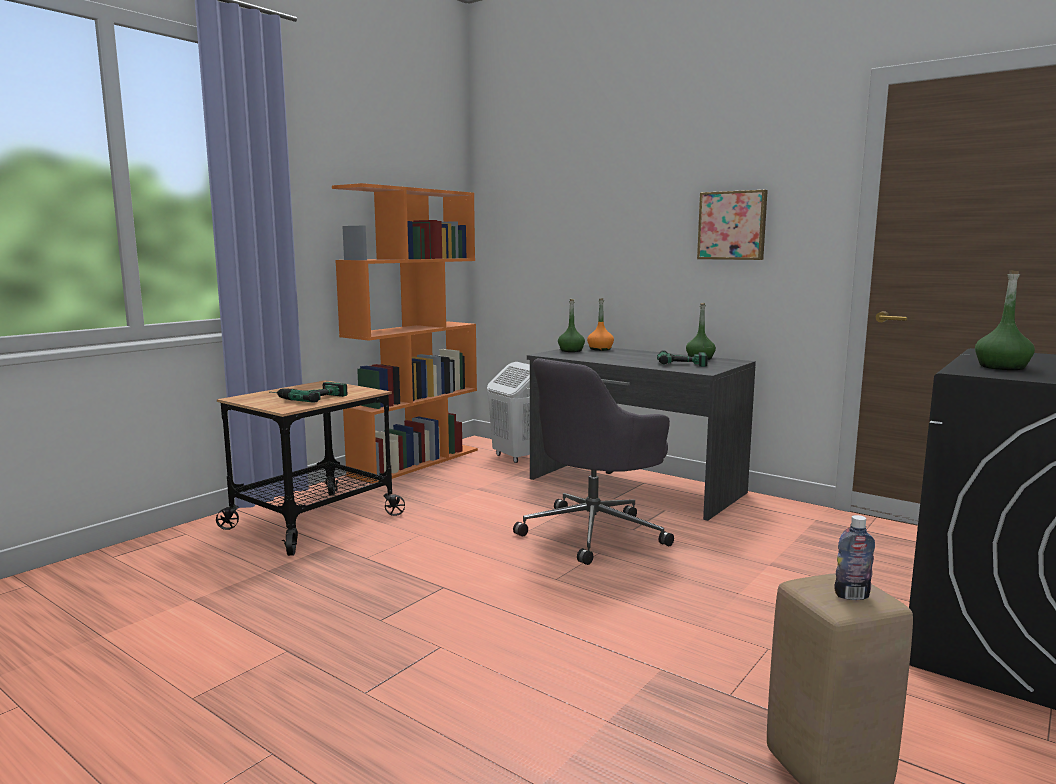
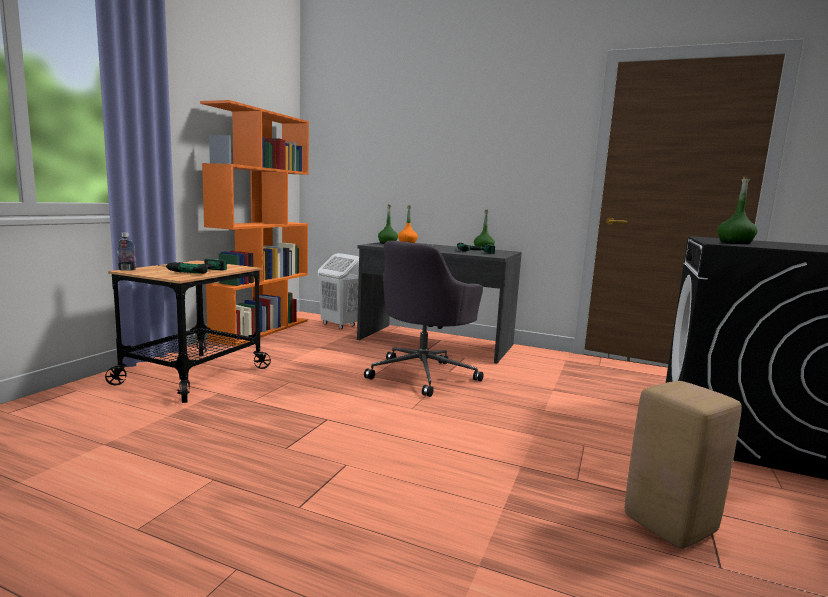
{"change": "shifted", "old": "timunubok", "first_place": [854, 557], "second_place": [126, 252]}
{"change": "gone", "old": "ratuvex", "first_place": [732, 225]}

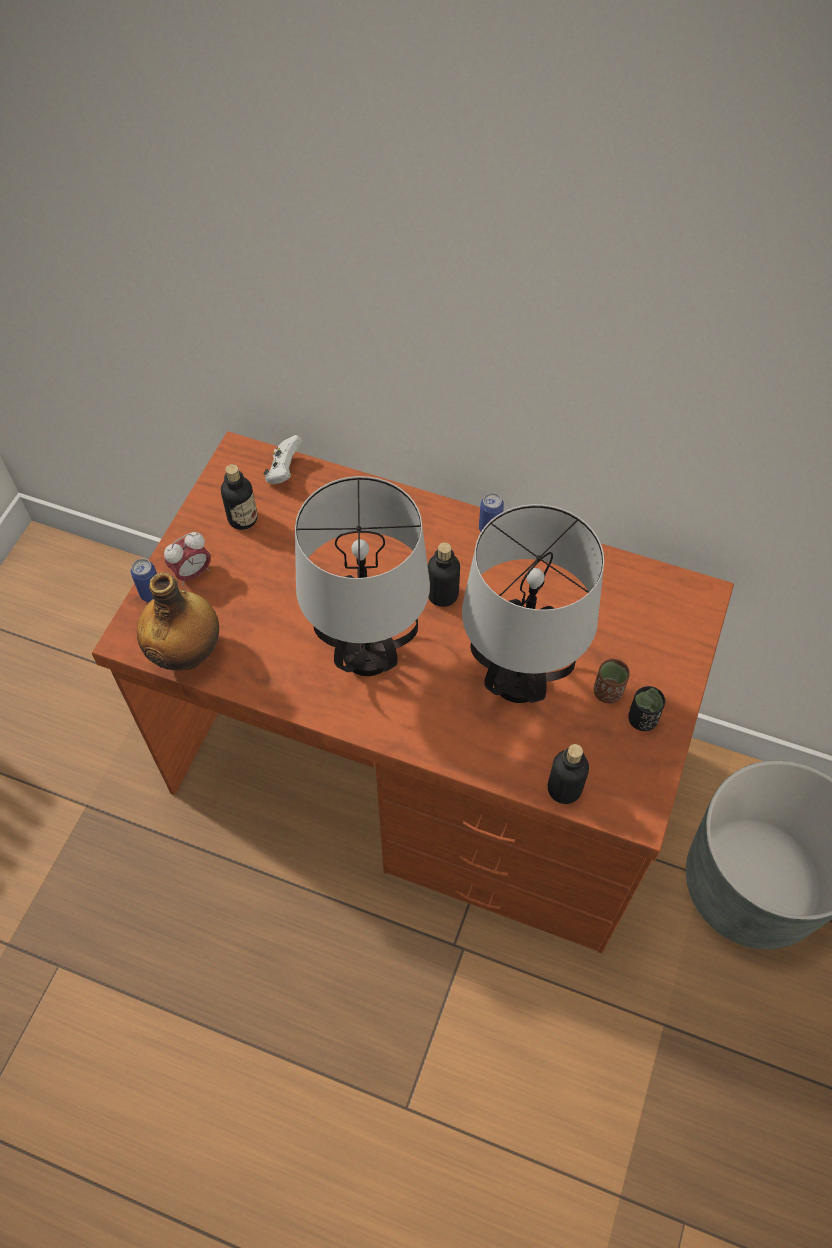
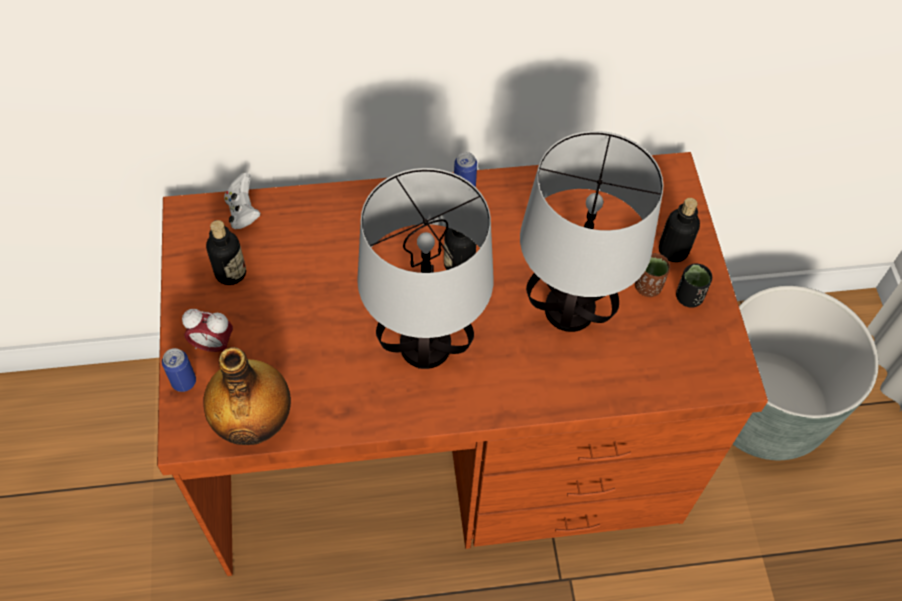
{"change": "rotated", "old": "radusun", "first_place": [187, 559], "second_place": [207, 330], "degrees": 75}
{"change": "shifted", "old": "timunubok", "first_place": [568, 774], "second_place": [679, 230]}

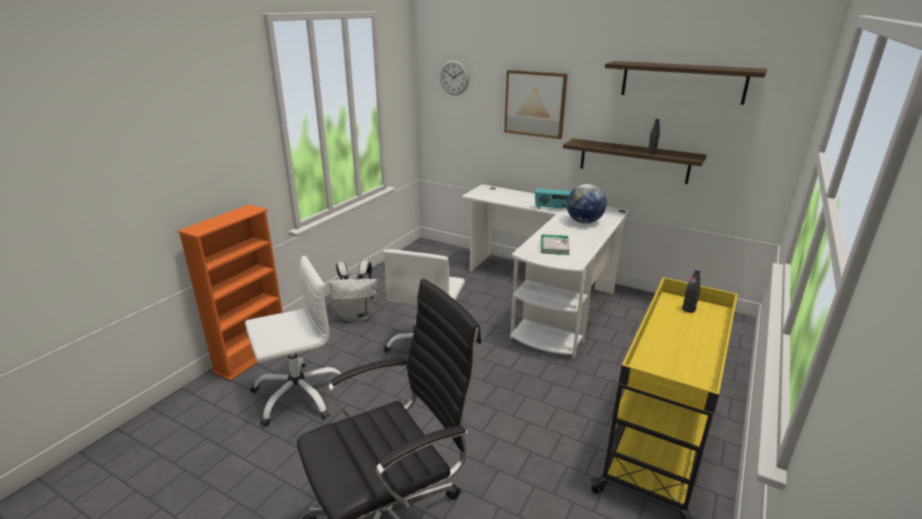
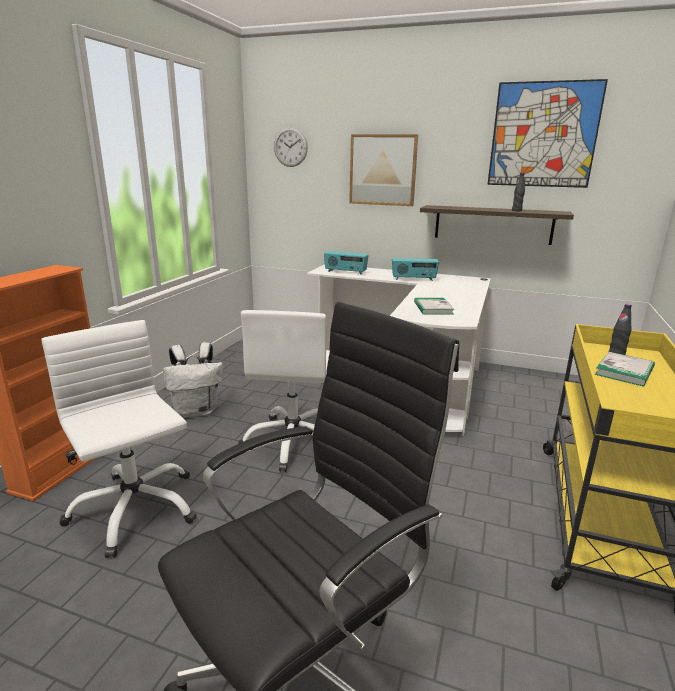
{"change": "rotated", "old": "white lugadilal", "first_place": [295, 341], "second_place": [119, 439], "degrees": -90}
{"change": "new", "new": "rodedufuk", "second_place": [346, 263]}
{"change": "swapped", "old": "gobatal", "new": "ratuvex", "first_place": [686, 83], "second_place": [547, 133]}
{"change": "new", "new": "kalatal", "second_place": [625, 369]}
{"change": "gone", "old": "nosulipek", "first_place": [586, 204]}

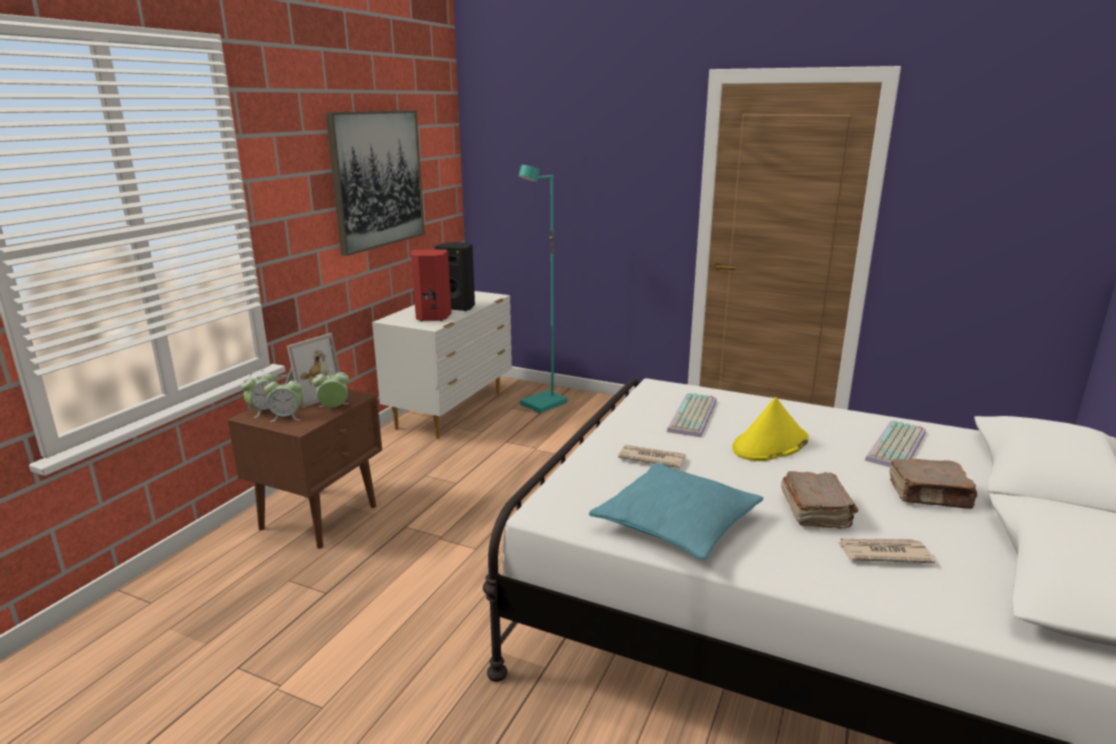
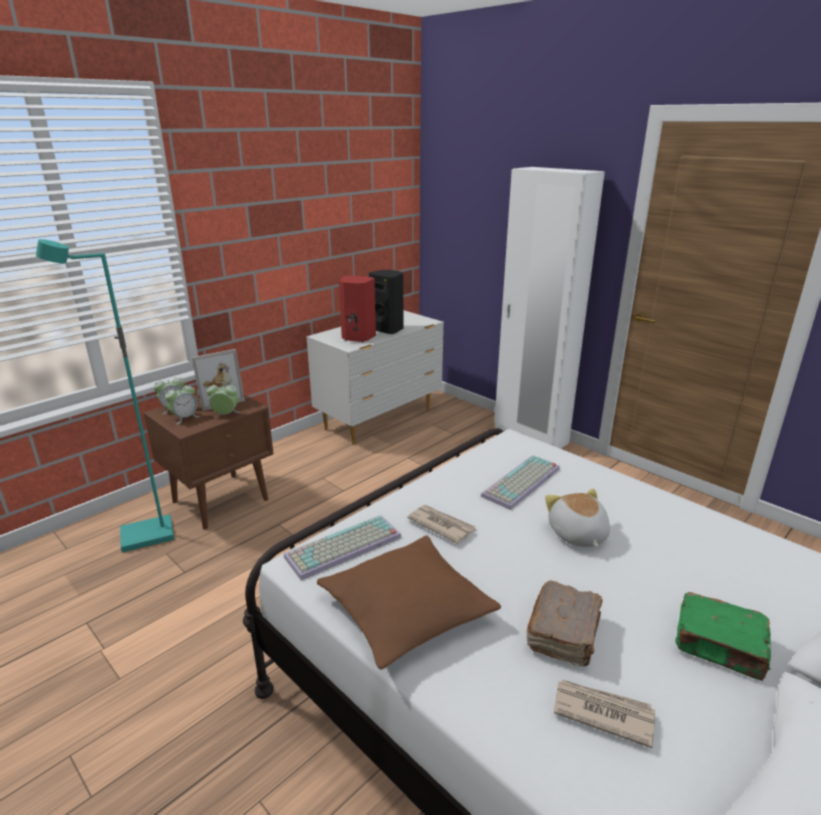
{"change": "shifted", "old": "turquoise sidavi", "first_place": [543, 289], "second_place": [105, 395]}
{"change": "rotated", "old": "radusun", "first_place": [283, 399], "second_place": [182, 403], "degrees": -60}
{"change": "shifted", "old": "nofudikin", "first_place": [895, 443], "second_place": [343, 547]}
{"change": "repainted", "old": "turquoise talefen", "new": "brown talefen", "first_place": [676, 511], "second_place": [409, 603]}
{"change": "new", "new": "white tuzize", "second_place": [549, 308]}
{"change": "swapped", "old": "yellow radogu", "new": "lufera", "first_place": [770, 429], "second_place": [577, 518]}
{"change": "repainted", "old": "brown kalatal", "new": "green kalatal", "first_place": [933, 484], "second_place": [723, 636]}
{"change": "gone", "old": "ratuvex", "first_place": [375, 183]}

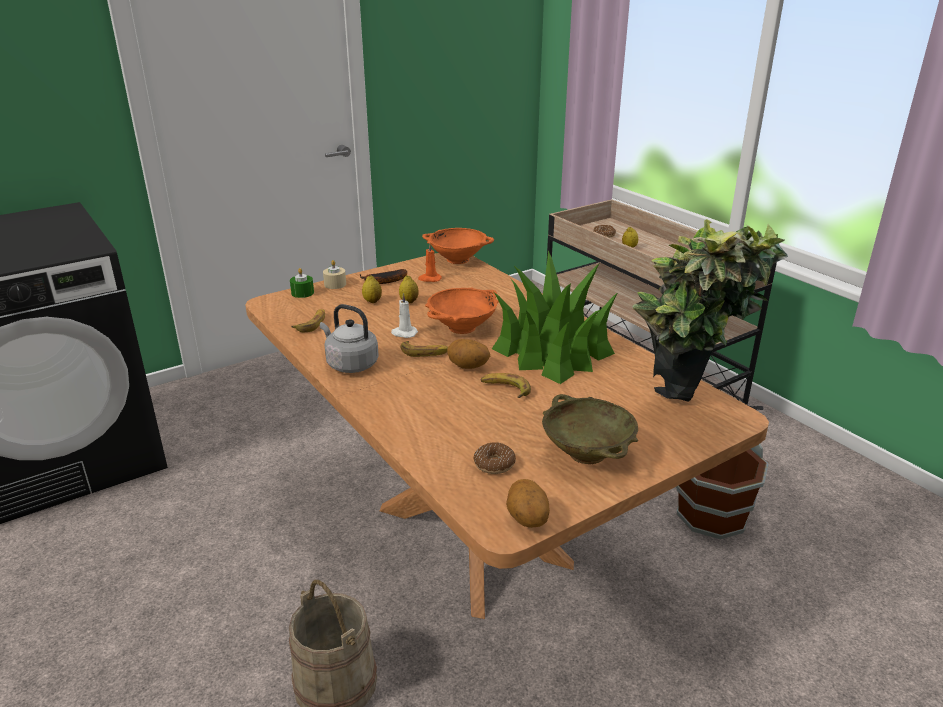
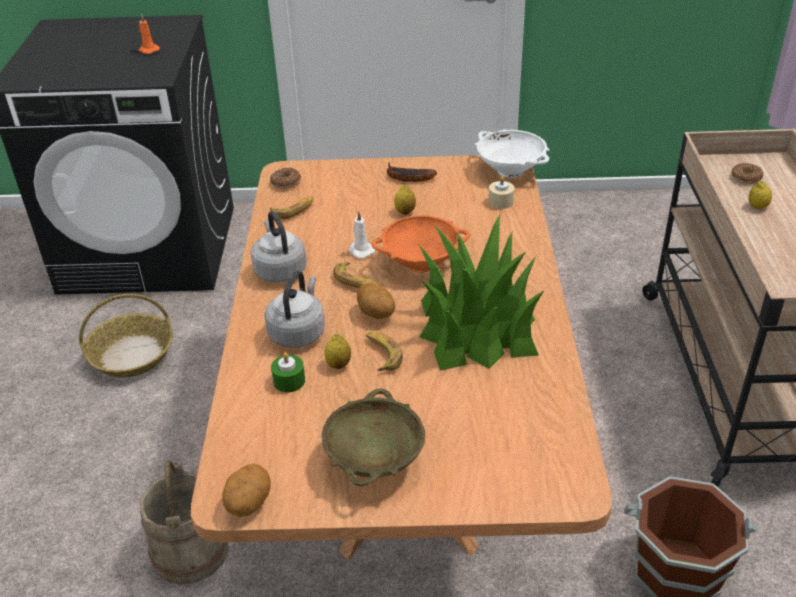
{"change": "new", "new": "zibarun", "second_place": [126, 336]}
{"change": "shifted", "old": "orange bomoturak", "first_place": [430, 262], "second_place": [149, 34]}
{"change": "new", "new": "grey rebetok", "second_place": [294, 309]}
{"change": "shifted", "old": "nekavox", "first_place": [494, 458], "second_place": [285, 178]}
{"change": "shifted", "old": "green bomoturak", "first_place": [302, 283], "second_place": [288, 372]}
{"change": "shifted", "old": "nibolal", "first_place": [372, 289], "second_place": [337, 351]}
{"change": "repainted", "old": "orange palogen", "new": "white palogen", "first_place": [458, 246], "second_place": [512, 153]}
{"change": "shifted", "old": "beige bomoturak", "first_place": [334, 274], "second_place": [501, 192]}
{"change": "gone", "old": "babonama", "first_place": [710, 310]}

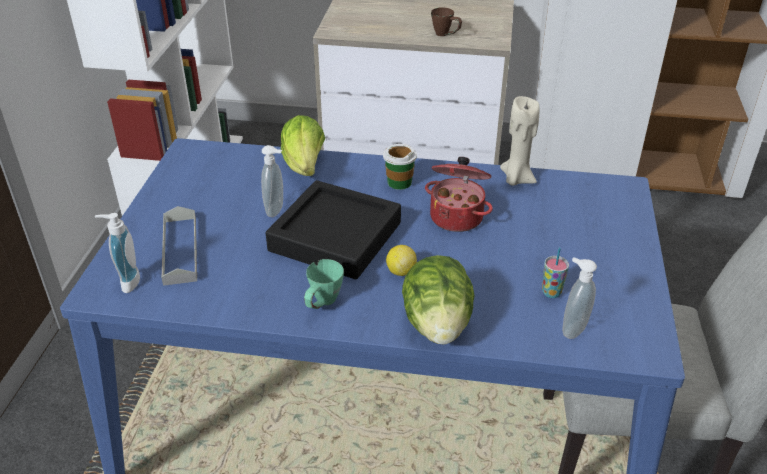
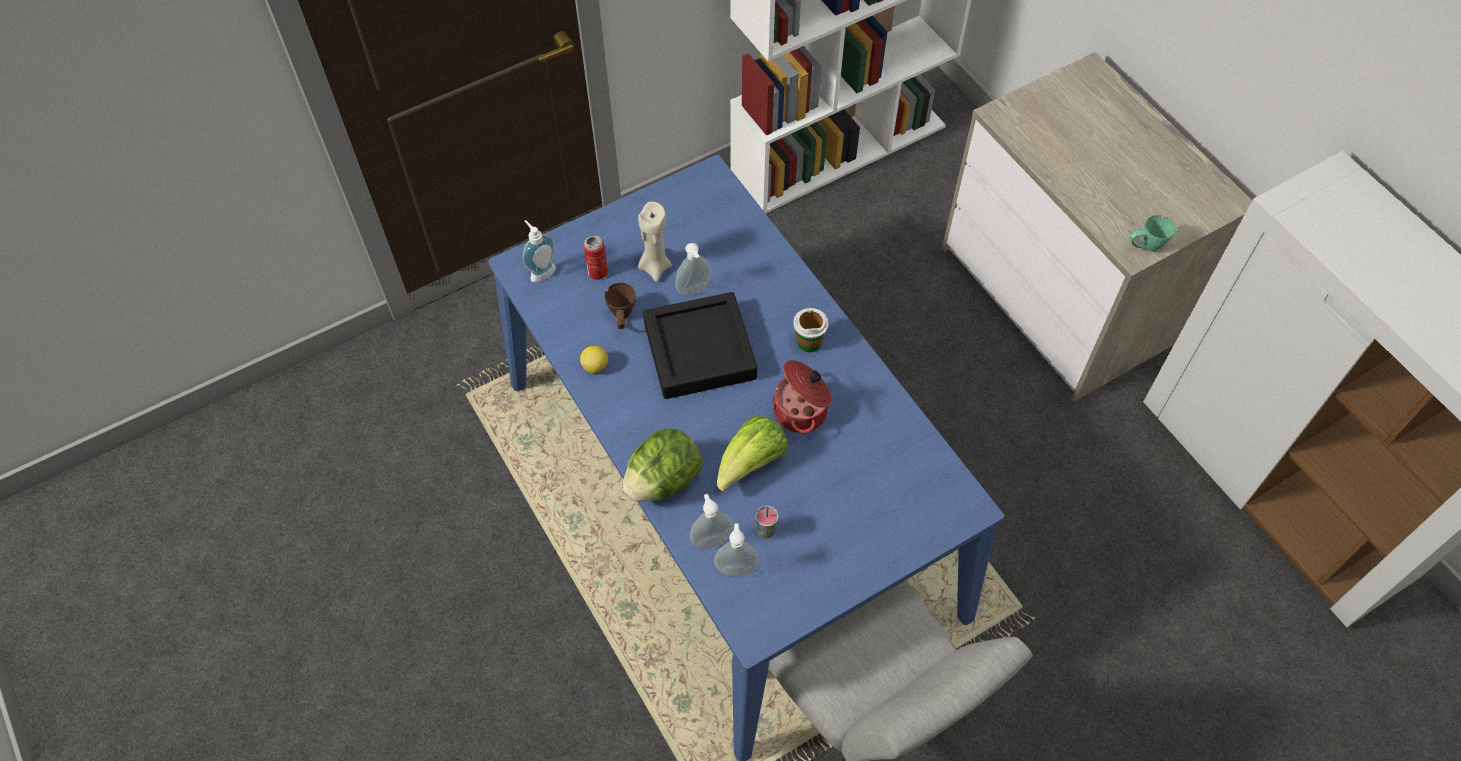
{"change": "shifted", "old": "nibolal", "first_place": [401, 260], "second_place": [594, 359]}
{"change": "swapped", "old": "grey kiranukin", "new": "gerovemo", "first_place": [179, 246], "second_place": [595, 257]}
{"change": "shifted", "old": "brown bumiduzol", "first_place": [446, 21], "second_place": [620, 306]}
{"change": "shifted", "old": "beige bomoturak", "first_place": [520, 141], "second_place": [655, 241]}
{"change": "new", "new": "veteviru", "second_place": [711, 521]}
{"change": "shifted", "old": "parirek", "first_place": [303, 145], "second_place": [752, 453]}
{"change": "shifted", "old": "green bumiduzol", "first_place": [324, 284], "second_place": [1152, 233]}

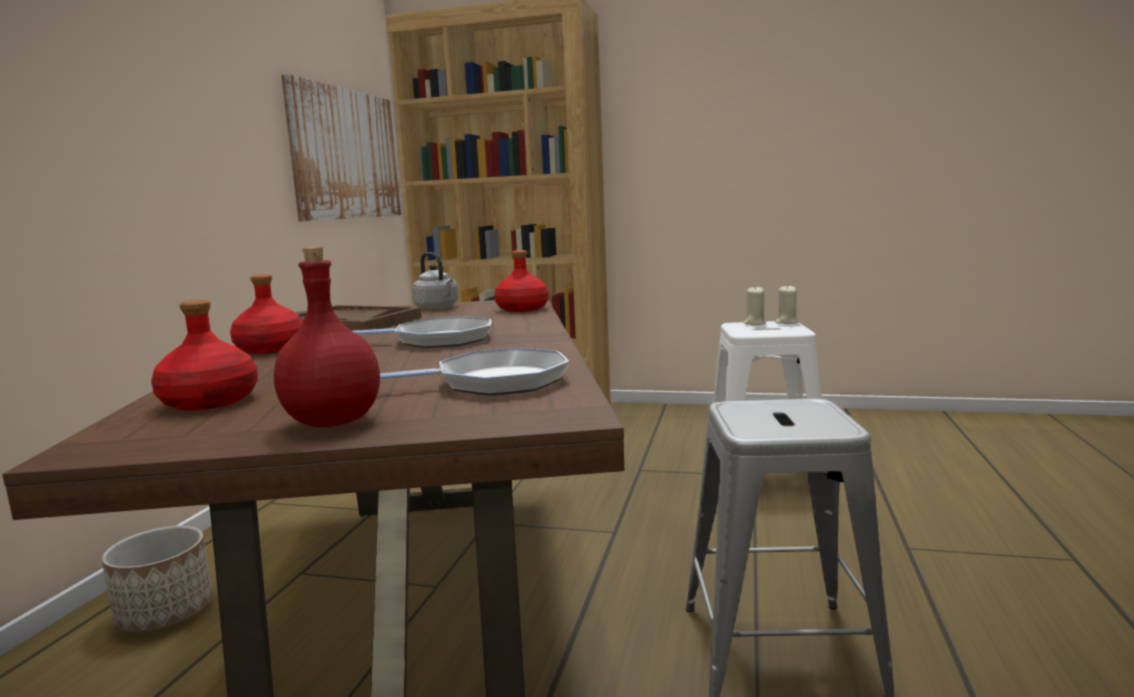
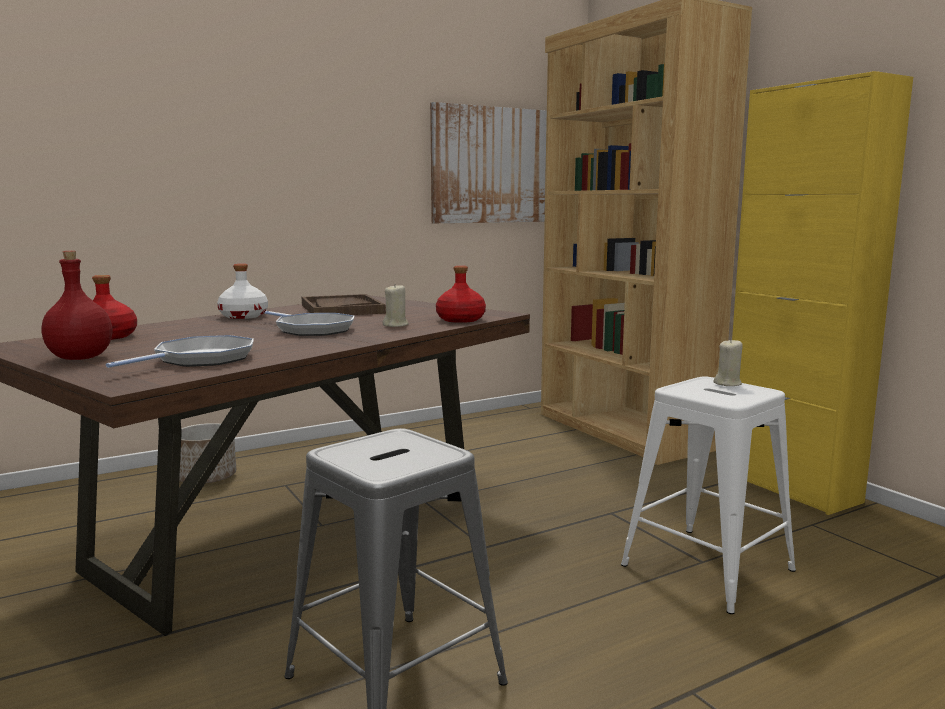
{"change": "rotated", "old": "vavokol", "first_place": [474, 372], "second_place": [180, 351], "degrees": -90}
{"change": "repainted", "old": "red timunubok", "new": "white timunubok", "first_place": [266, 314], "second_place": [242, 291]}
{"change": "shifted", "old": "beige bomoturak", "first_place": [787, 304], "second_place": [395, 305]}
{"change": "new", "new": "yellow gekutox", "second_place": [822, 293]}
{"change": "gone", "old": "grey rebetok", "first_place": [435, 280]}

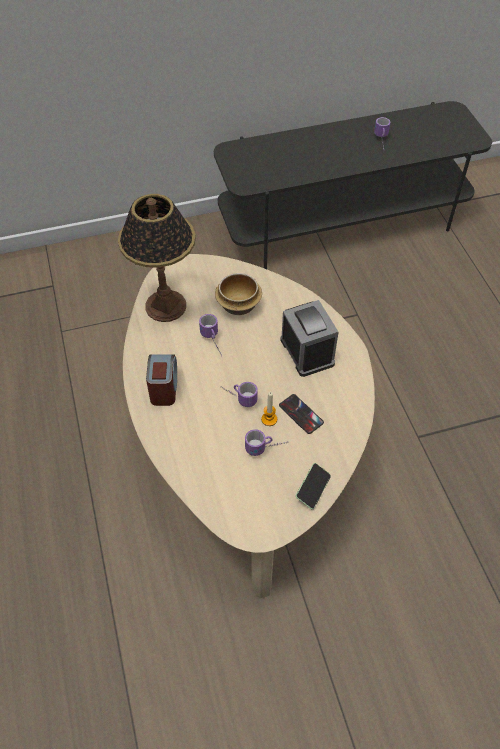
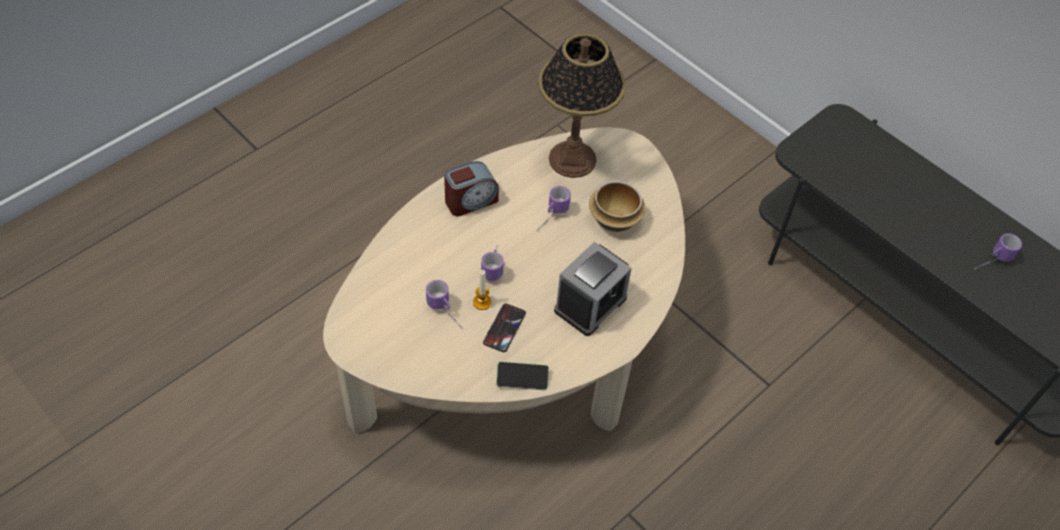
{"change": "shifted", "old": "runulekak", "first_place": [313, 486], "second_place": [522, 375]}

